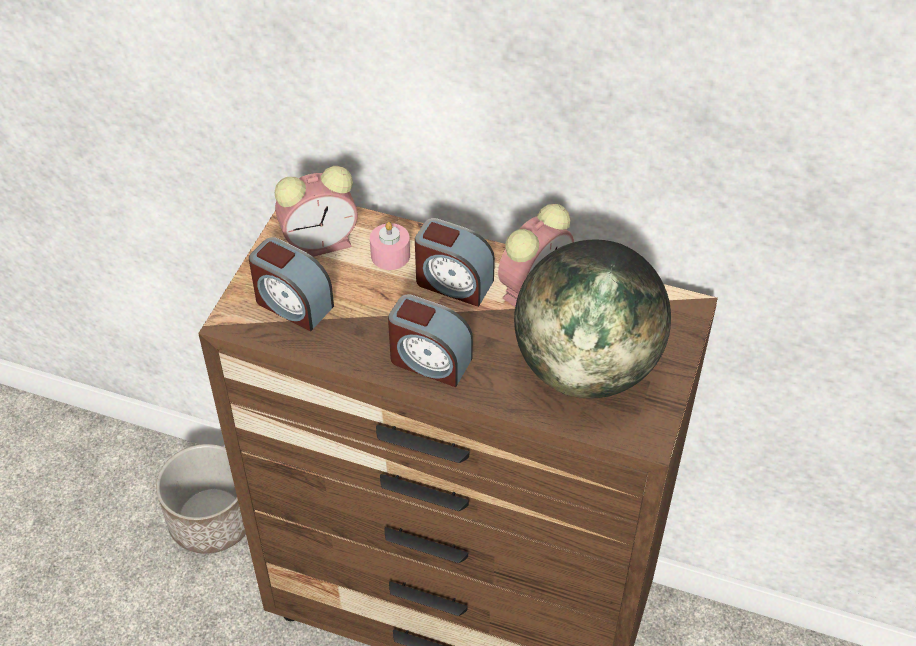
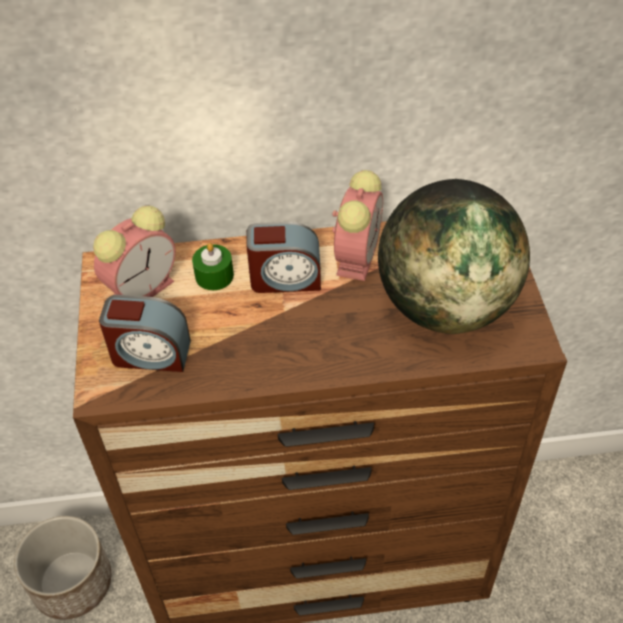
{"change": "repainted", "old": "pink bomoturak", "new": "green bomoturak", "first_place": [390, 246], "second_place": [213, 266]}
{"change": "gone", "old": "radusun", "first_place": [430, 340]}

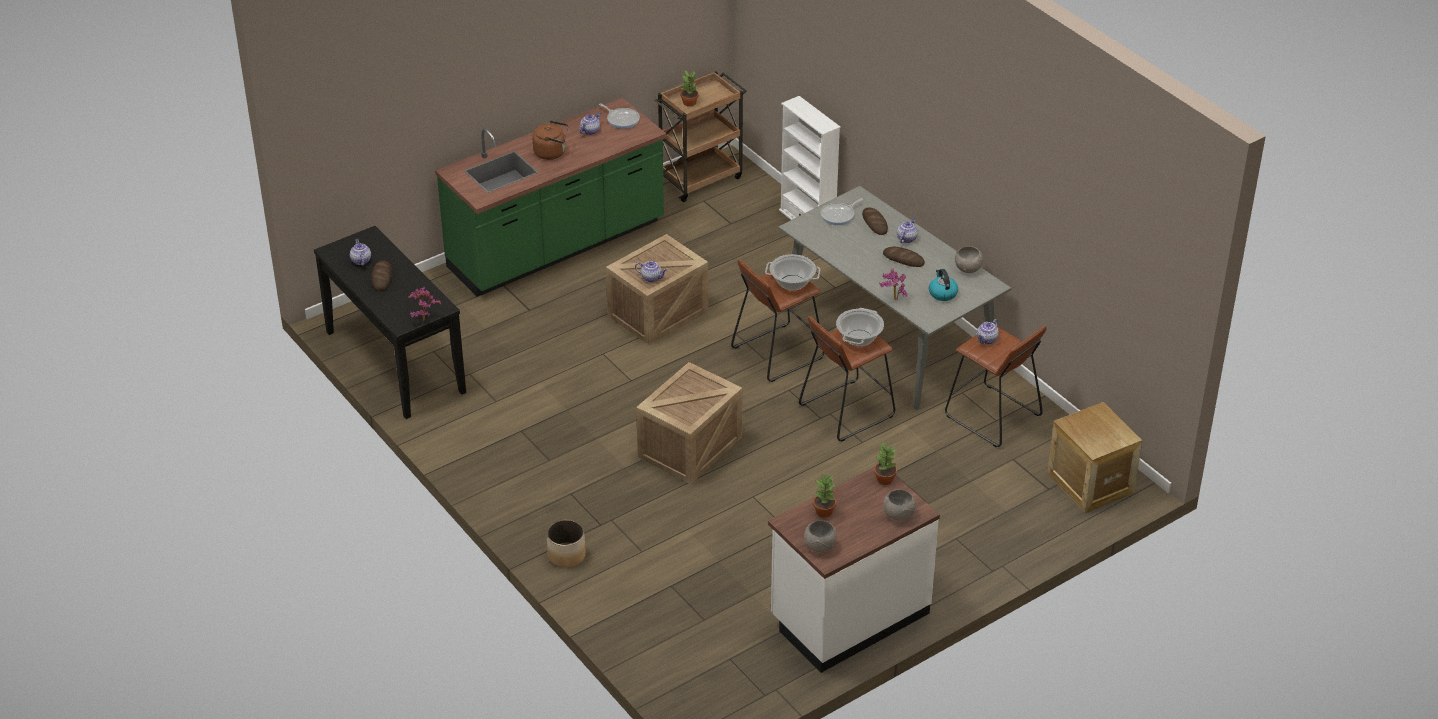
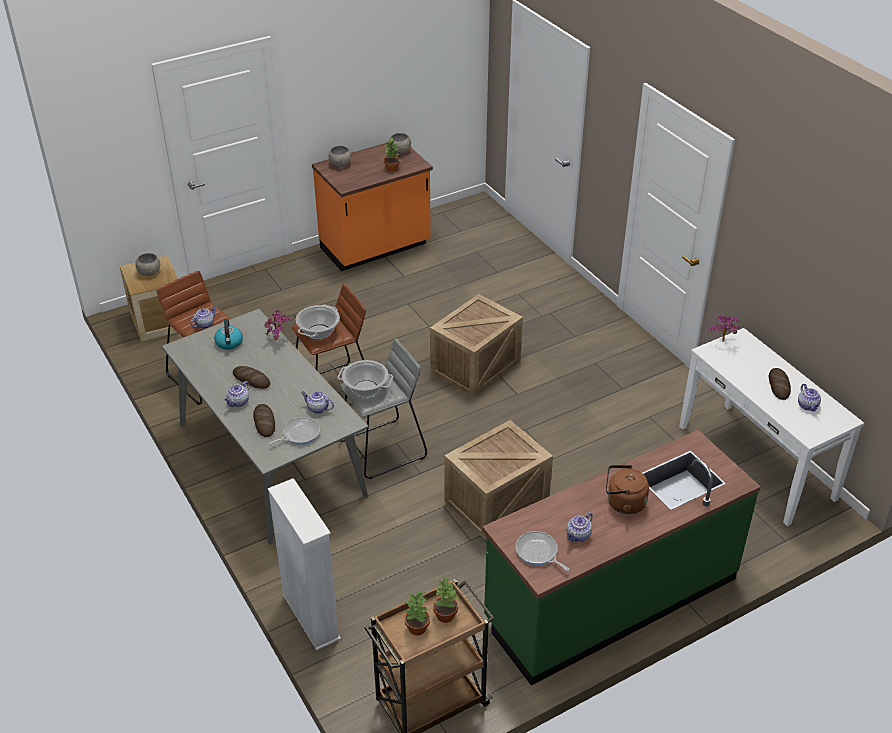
{"change": "shifted", "old": "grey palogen", "first_place": [969, 259], "second_place": [147, 264]}
{"change": "shifted", "old": "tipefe", "first_place": [651, 271], "second_place": [317, 402]}
{"change": "repainted", "old": "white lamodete", "new": "orange lamodete", "first_place": [854, 570], "second_place": [372, 207]}
{"change": "repainted", "old": "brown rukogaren", "new": "grey rukogaren", "first_place": [777, 320], "second_place": [383, 409]}
{"change": "shifted", "old": "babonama", "first_place": [885, 463], "second_place": [417, 613]}
{"change": "repainted", "old": "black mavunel", "new": "white mavunel", "first_place": [390, 322], "second_place": [771, 427]}
{"change": "gone", "old": "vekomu", "first_place": [566, 543]}

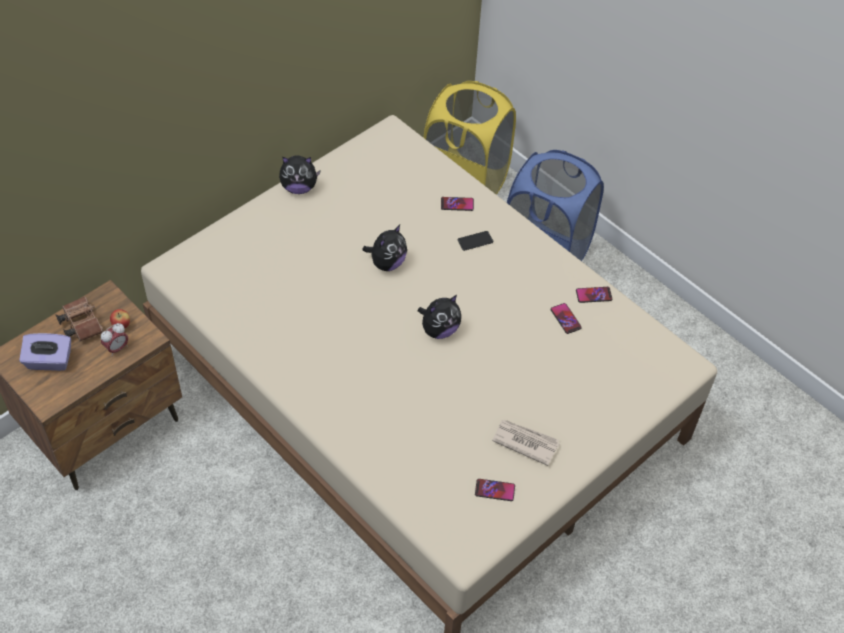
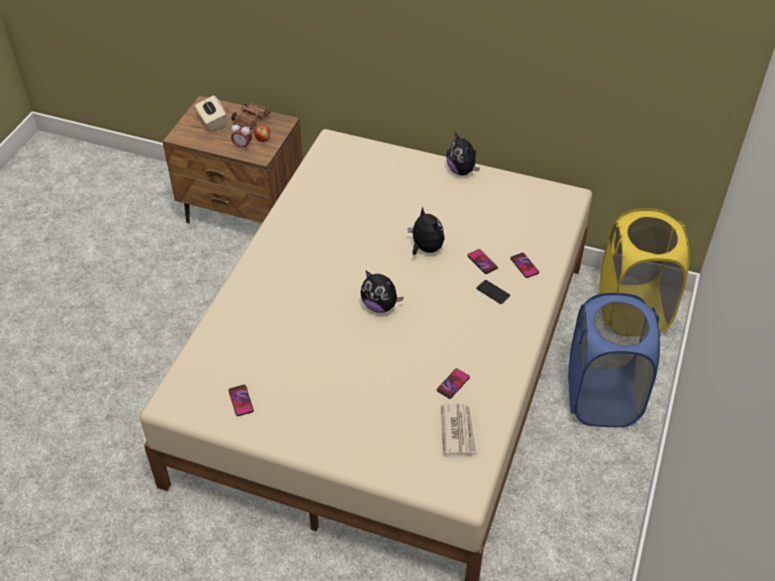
{"change": "repainted", "old": "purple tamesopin", "new": "beige tamesopin", "first_place": [45, 352], "second_place": [210, 113]}
{"change": "rotated", "old": "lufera", "first_place": [385, 248], "second_place": [426, 231], "degrees": -135}
{"change": "shifted", "old": "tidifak", "first_place": [526, 442], "second_place": [459, 429]}
{"change": "shifted", "old": "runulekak", "first_place": [594, 295], "second_place": [482, 261]}

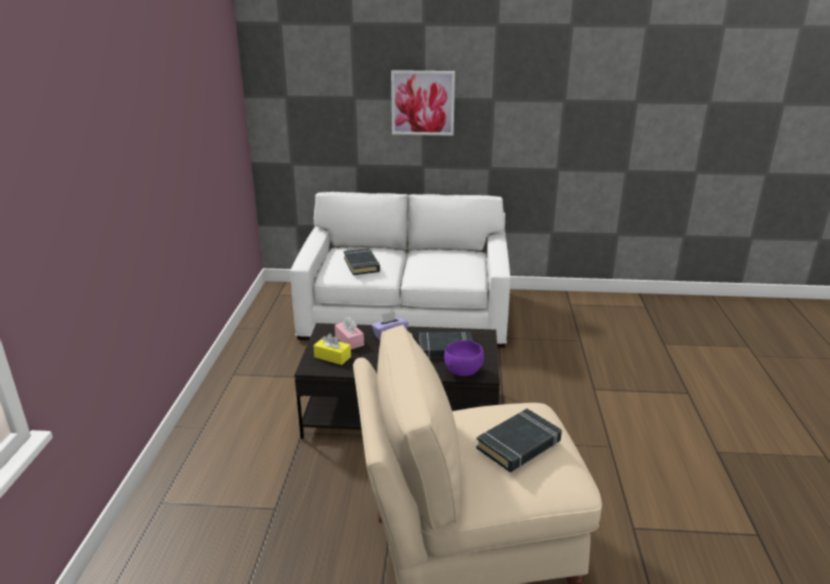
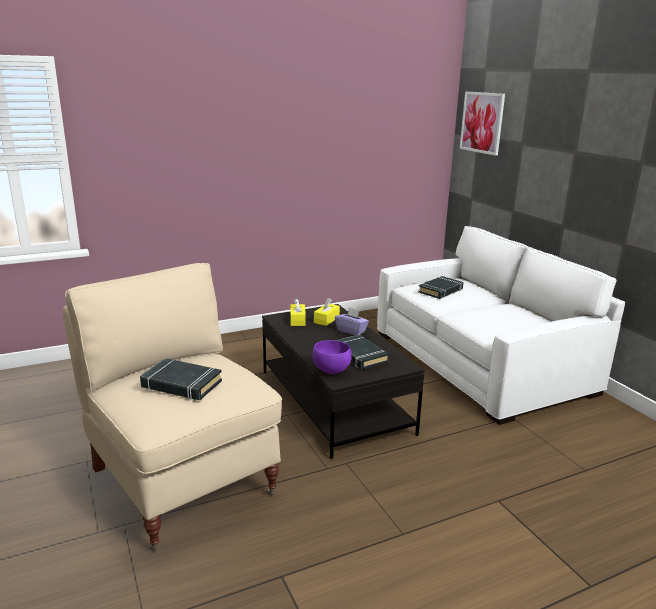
{"change": "repainted", "old": "pink tamesopin", "new": "yellow tamesopin", "first_place": [349, 333], "second_place": [327, 312]}
{"change": "shifted", "old": "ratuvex", "first_place": [423, 103], "second_place": [482, 124]}

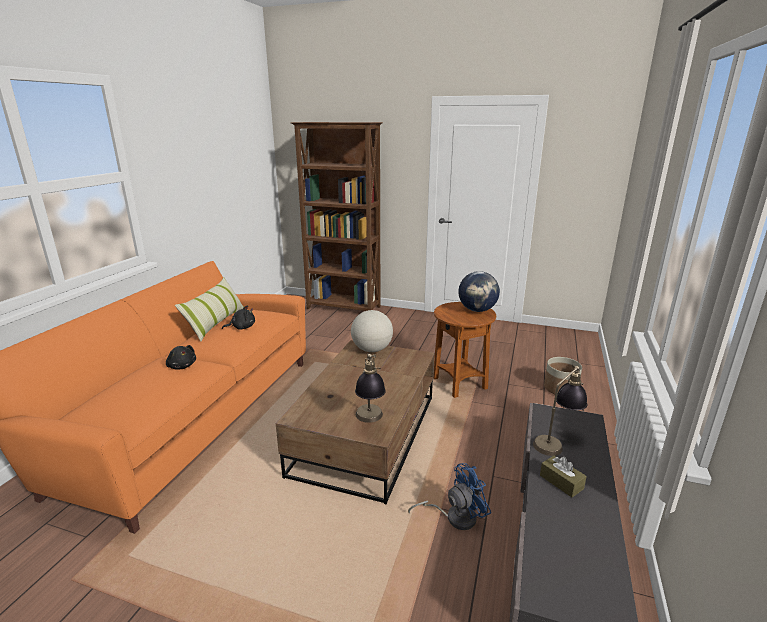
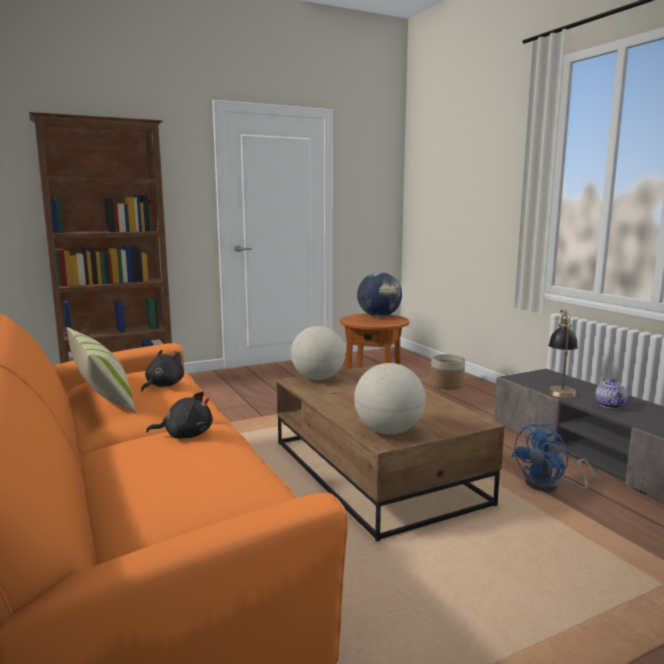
{"change": "new", "new": "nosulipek", "second_place": [389, 398]}
{"change": "rotated", "old": "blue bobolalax", "first_place": [449, 496], "second_place": [553, 458], "degrees": -150}
{"change": "swapped", "old": "brown tamesopin", "new": "tipefe", "first_place": [563, 476], "second_place": [611, 393]}
{"change": "gone", "old": "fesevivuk", "first_place": [370, 388]}

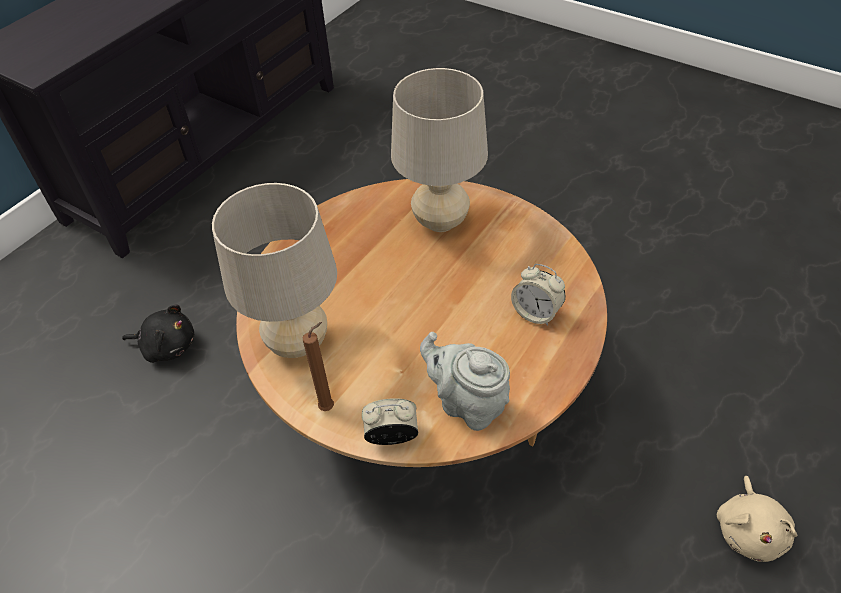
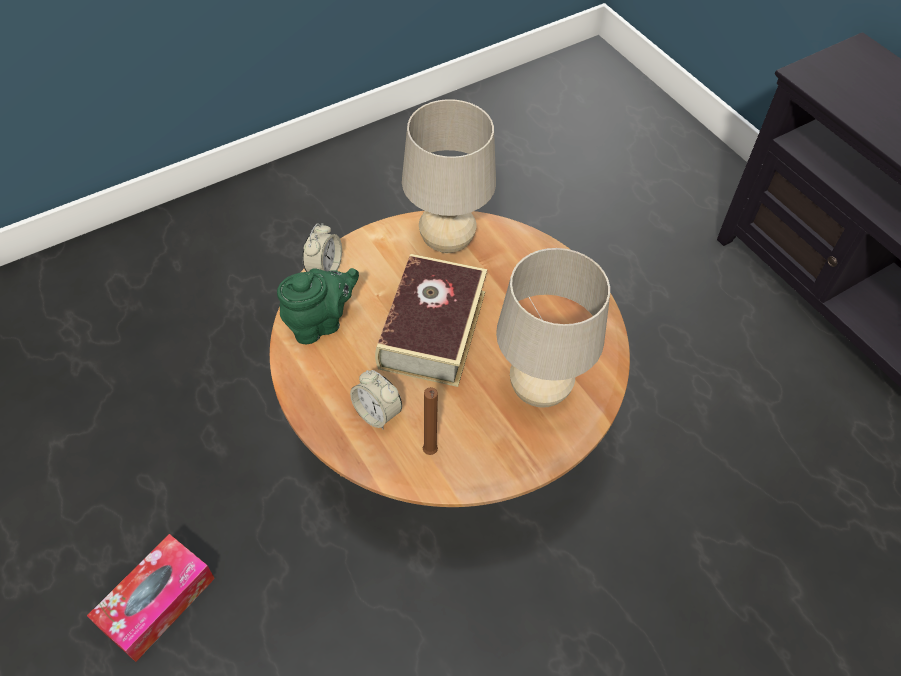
{"change": "swapped", "old": "beige lufera", "new": "tamesopin", "first_place": [757, 519], "second_place": [151, 598]}
{"change": "repainted", "old": "grey tipefe", "new": "green tipefe", "first_place": [465, 381], "second_place": [318, 306]}
{"change": "rotated", "old": "radusun", "first_place": [538, 295], "second_place": [376, 399], "degrees": -105}
{"change": "new", "new": "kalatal", "second_place": [431, 320]}
{"change": "shifted", "old": "brown bomoturak", "first_place": [318, 366], "second_place": [430, 421]}
{"change": "gone", "old": "black lufera", "first_place": [158, 333]}

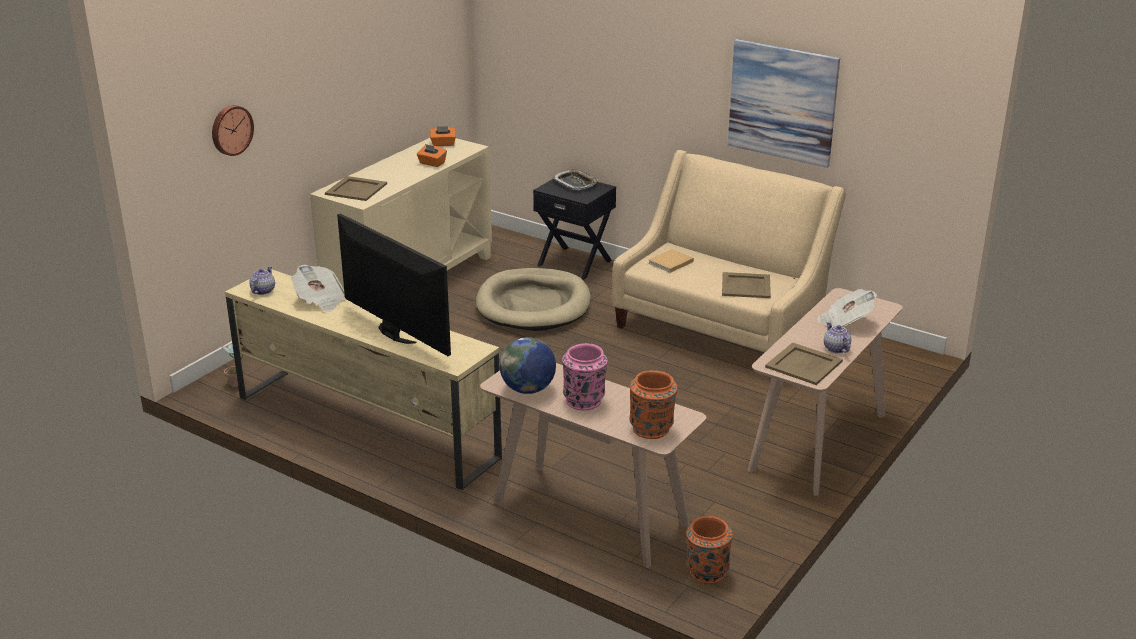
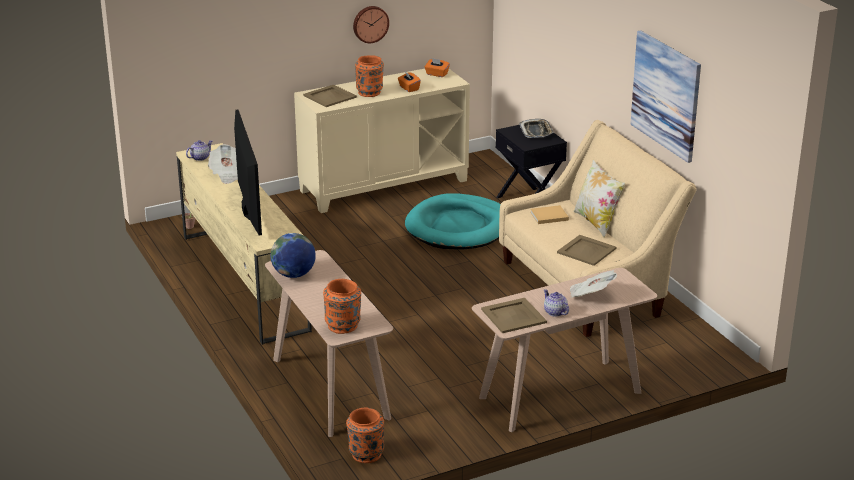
{"change": "shifted", "old": "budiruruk", "first_place": [233, 130], "second_place": [371, 24]}
{"change": "new", "new": "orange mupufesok", "second_place": [369, 76]}
{"change": "repainted", "old": "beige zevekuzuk", "new": "turquoise zevekuzuk", "first_place": [533, 299], "second_place": [452, 221]}
{"change": "rotated", "old": "tipefe", "first_place": [837, 337], "second_place": [556, 303], "degrees": -45}
{"change": "new", "new": "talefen", "second_place": [599, 199]}
{"change": "gone", "old": "pink mupufesok", "first_place": [585, 376]}

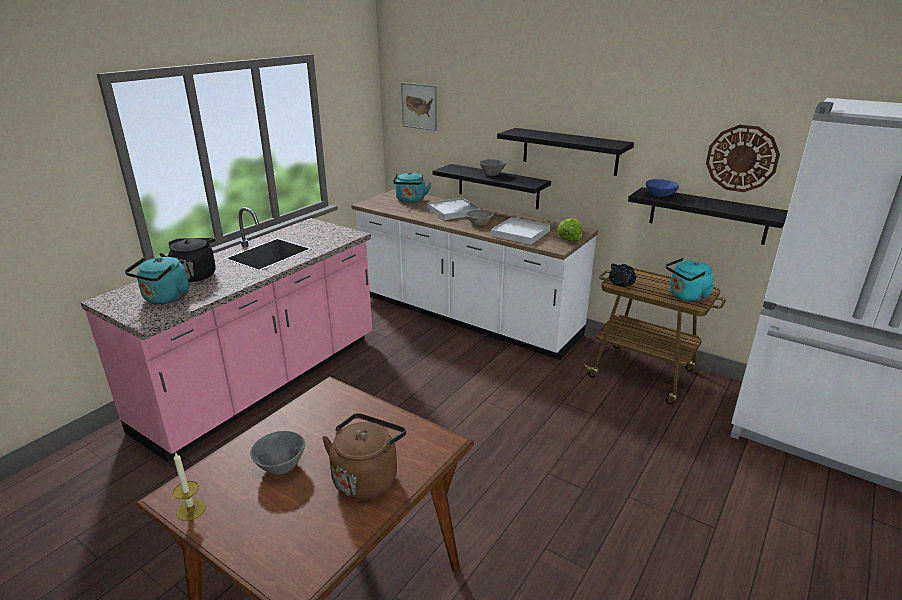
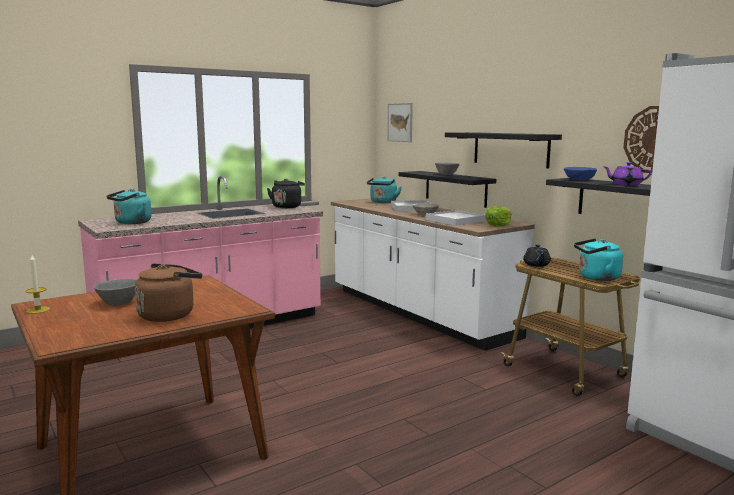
{"change": "shifted", "old": "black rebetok", "first_place": [187, 260], "second_place": [286, 193]}
{"change": "new", "new": "purple tipefe", "second_place": [627, 174]}

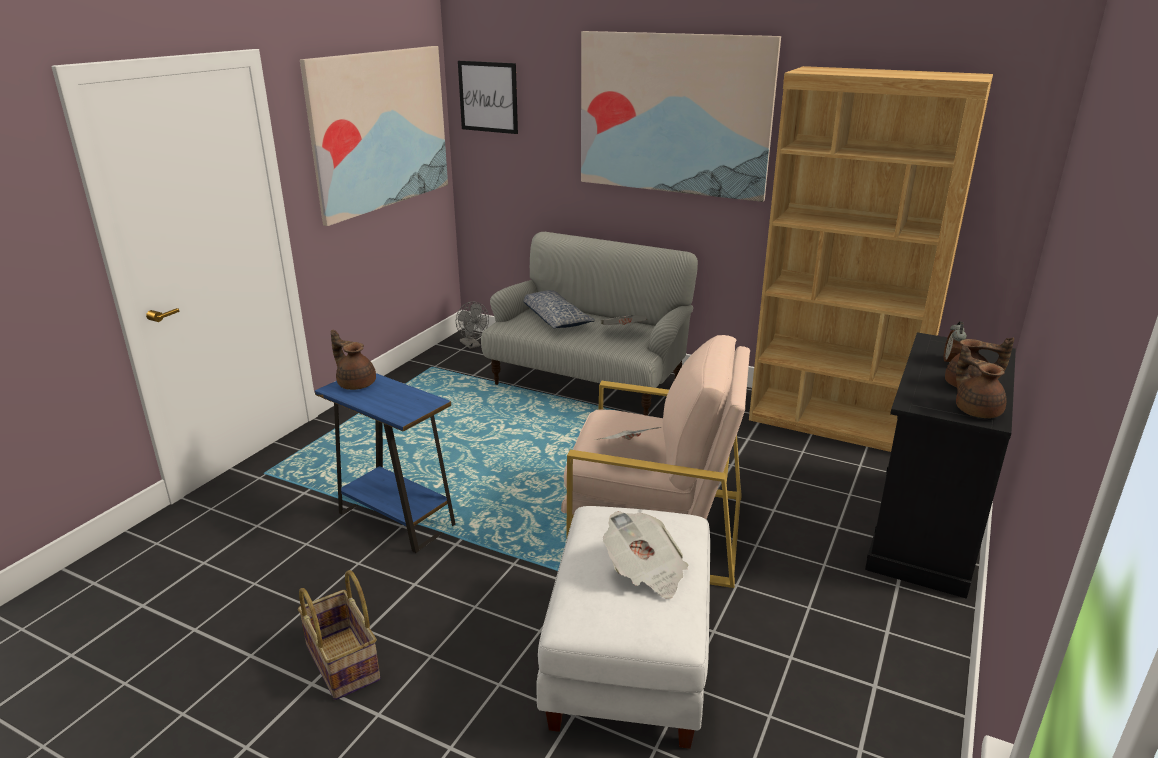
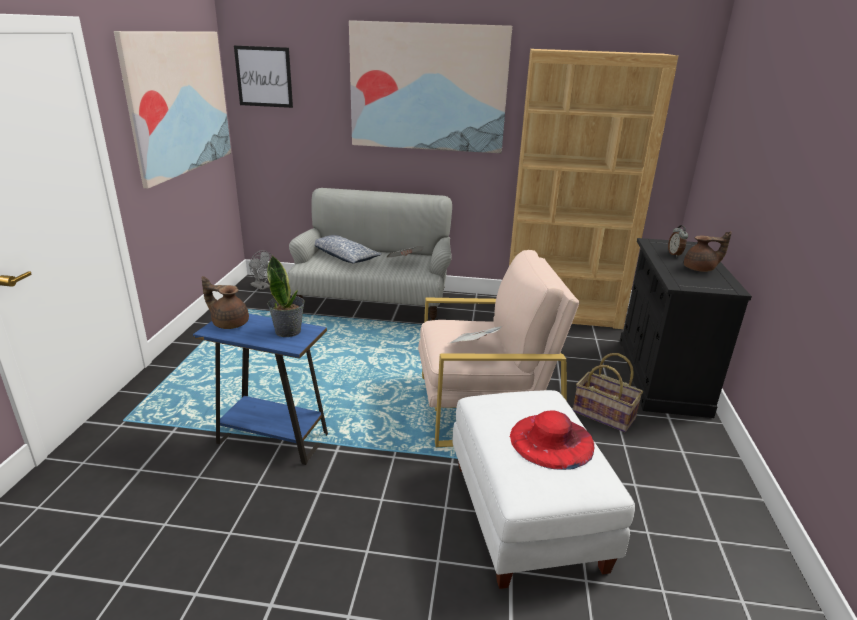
{"change": "new", "new": "babonama", "second_place": [286, 296]}
{"change": "swapped", "old": "tidifak", "new": "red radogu", "first_place": [646, 555], "second_place": [552, 440]}
{"change": "shifted", "old": "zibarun", "first_place": [339, 635], "second_place": [608, 393]}
{"change": "gone", "old": "brown tipefe", "first_place": [981, 381]}

